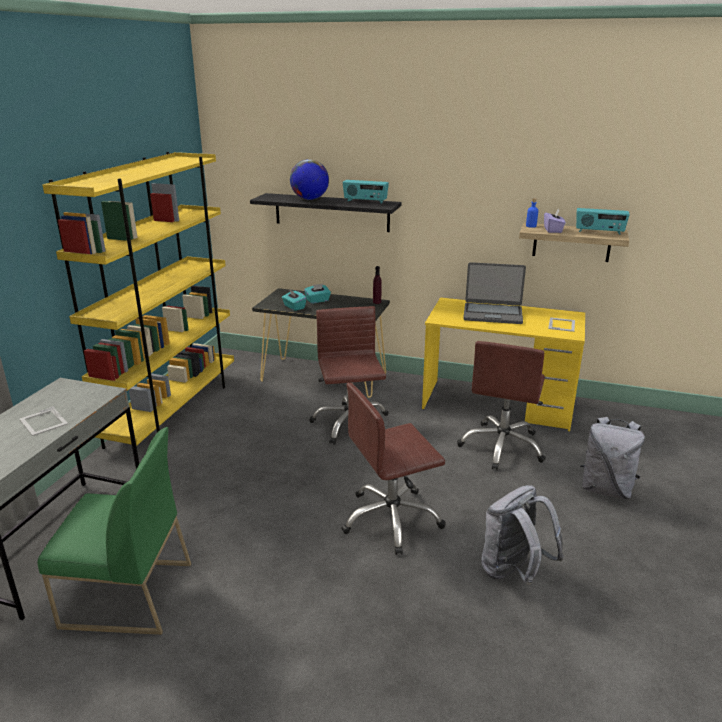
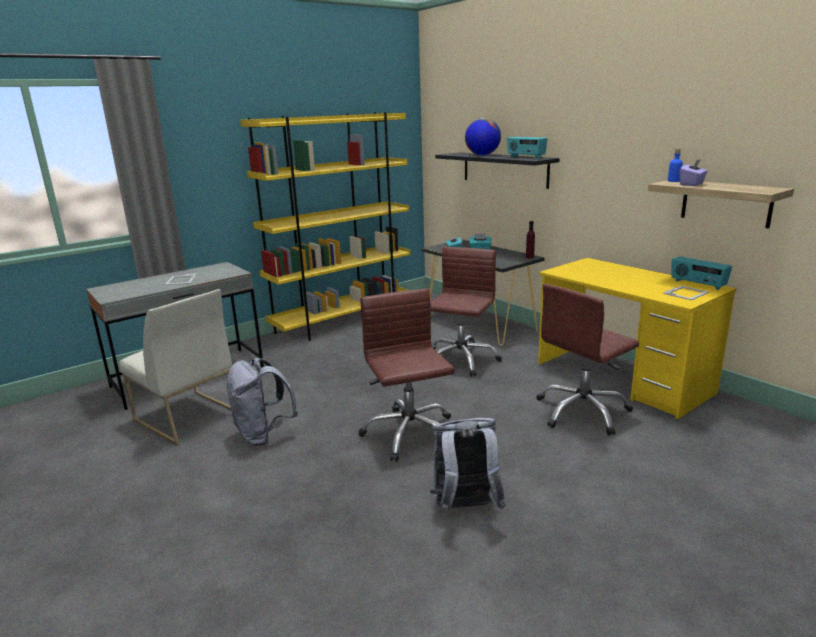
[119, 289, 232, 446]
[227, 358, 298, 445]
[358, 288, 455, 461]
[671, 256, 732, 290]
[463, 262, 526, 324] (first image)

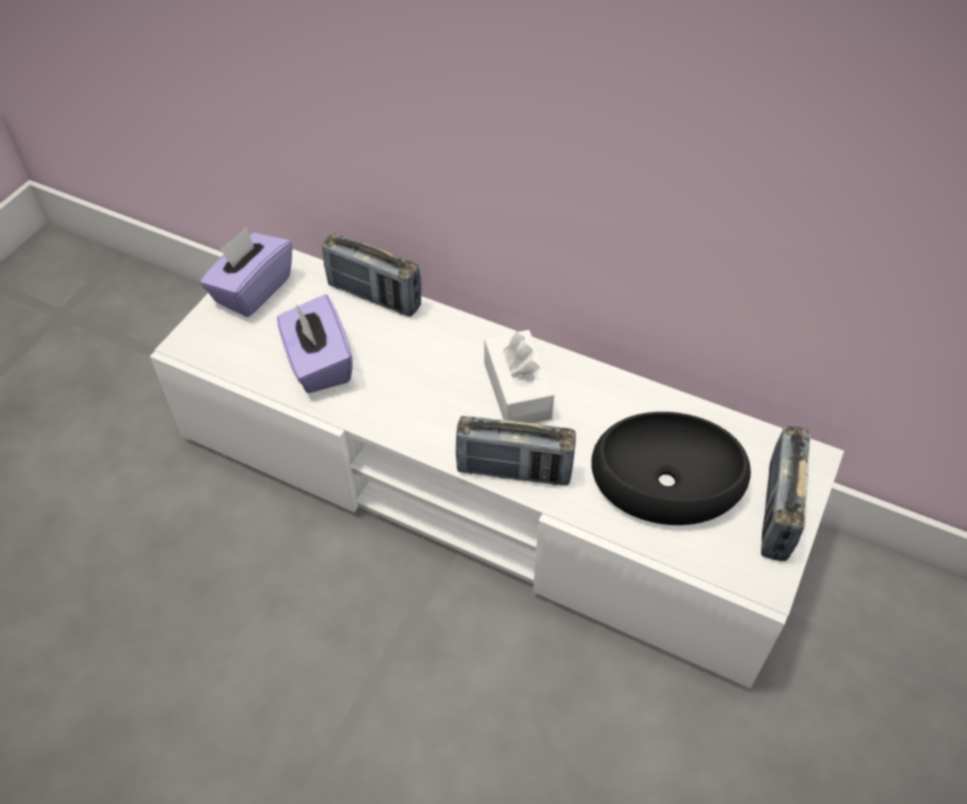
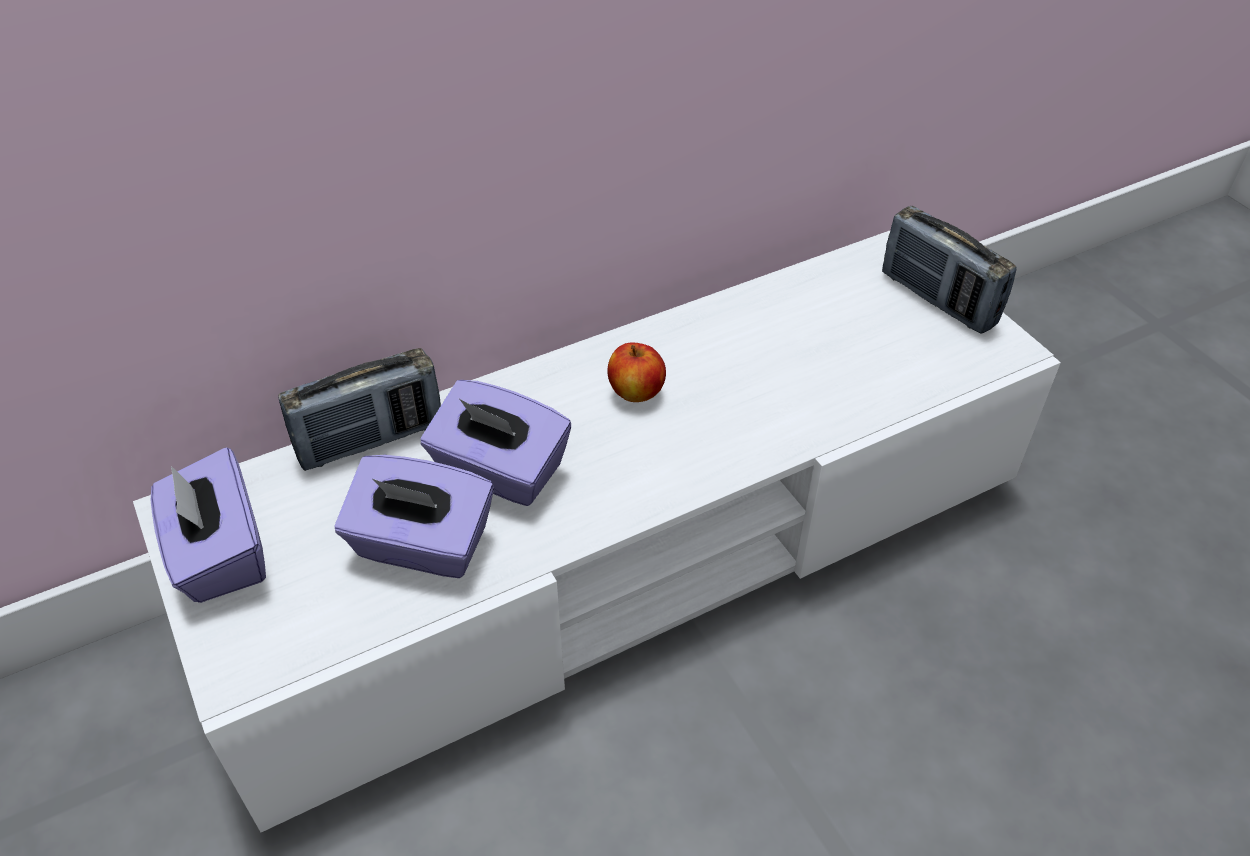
[421, 380, 571, 506]
[607, 342, 666, 402]
[456, 416, 576, 486] (first image)
[591, 412, 751, 525] (first image)

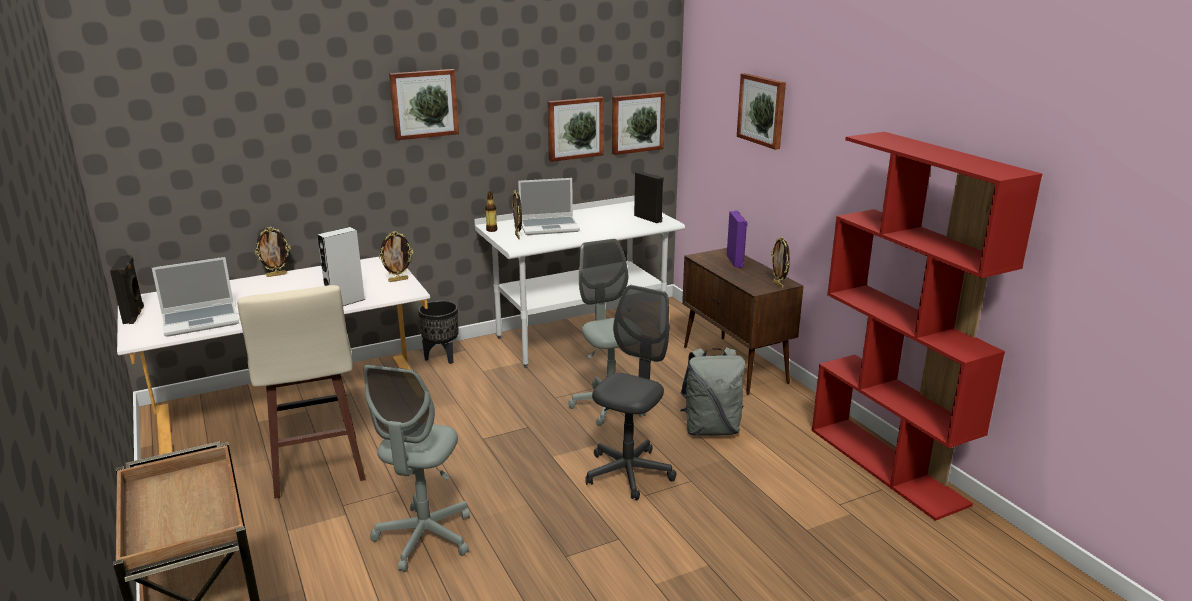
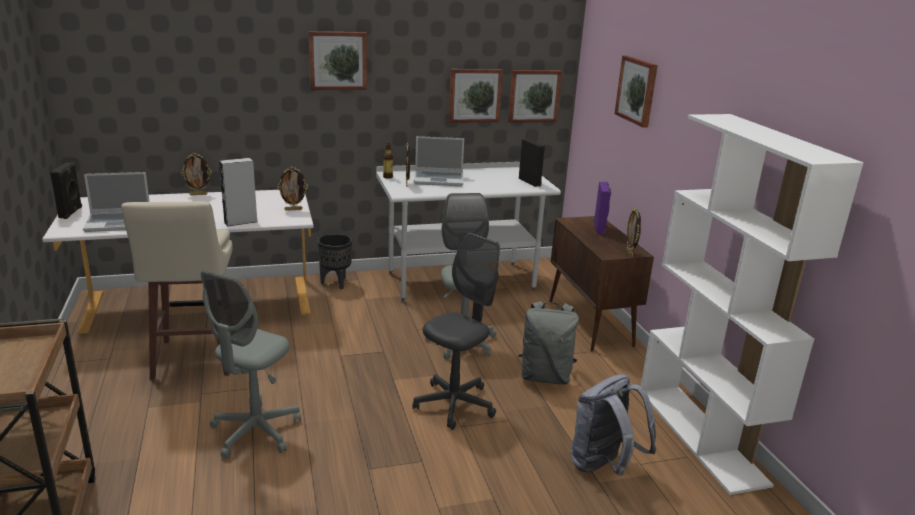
[570, 374, 656, 476]
[641, 114, 864, 495]

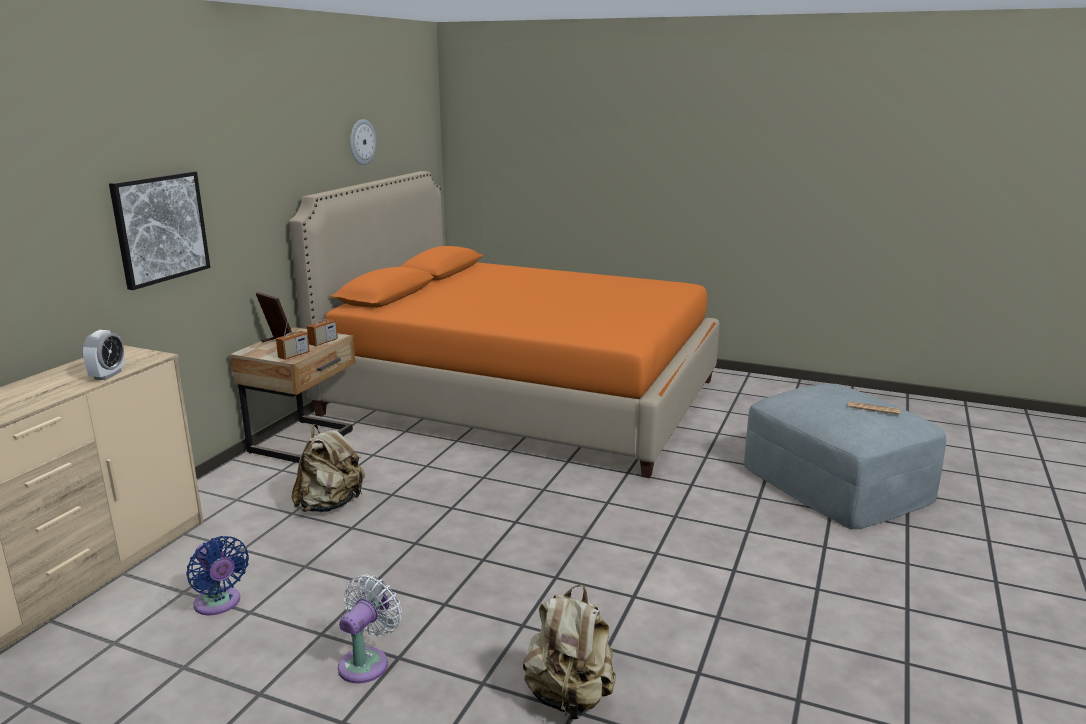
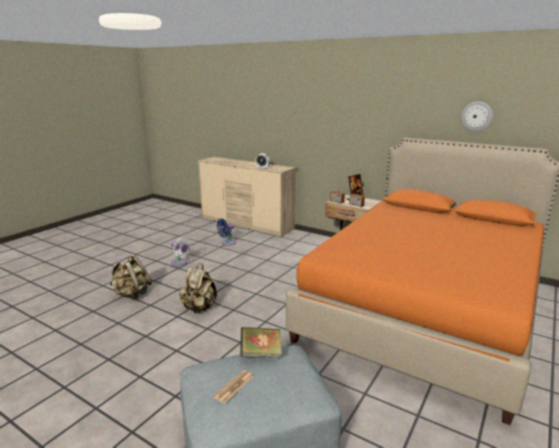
[179, 263, 217, 313]
[241, 327, 282, 358]
[109, 171, 210, 290] (first image)

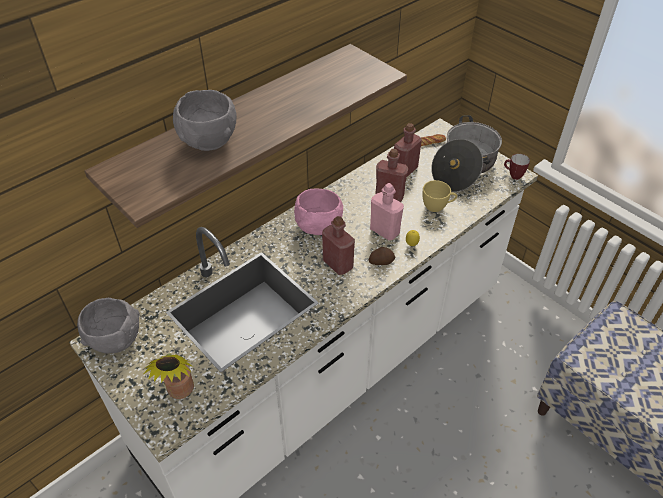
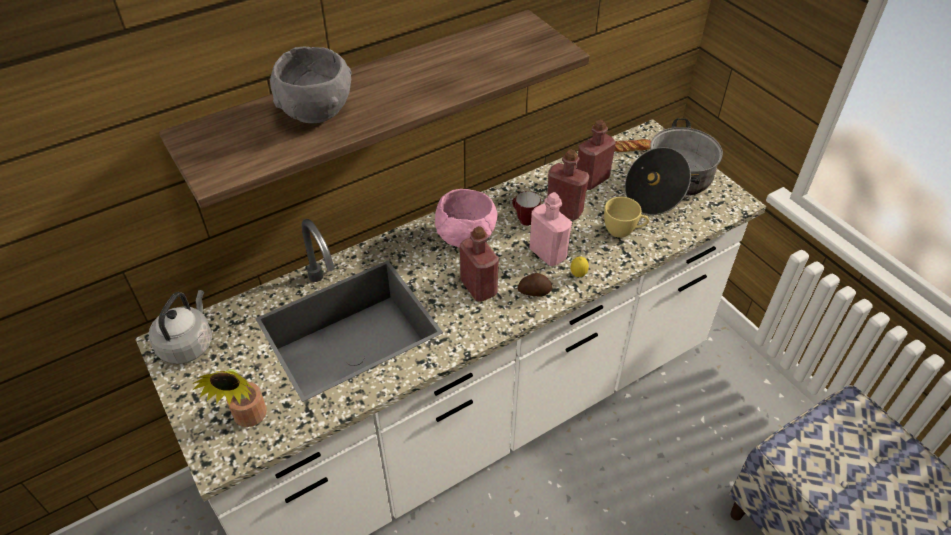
[149, 290, 212, 364]
[512, 191, 541, 226]

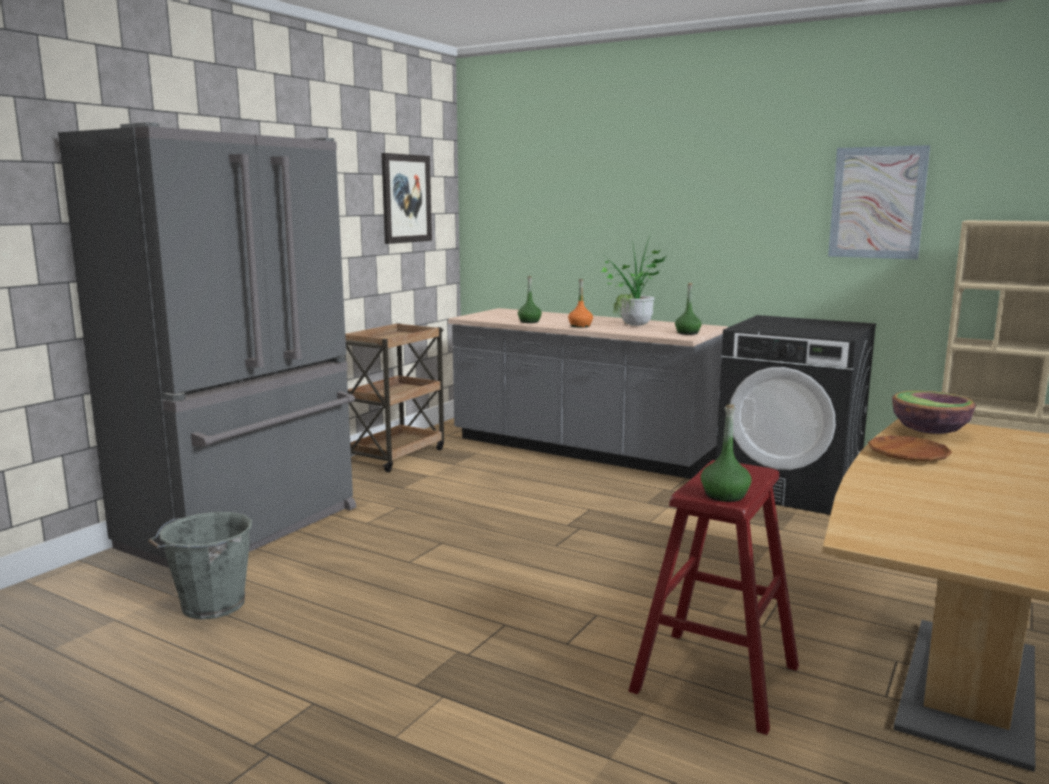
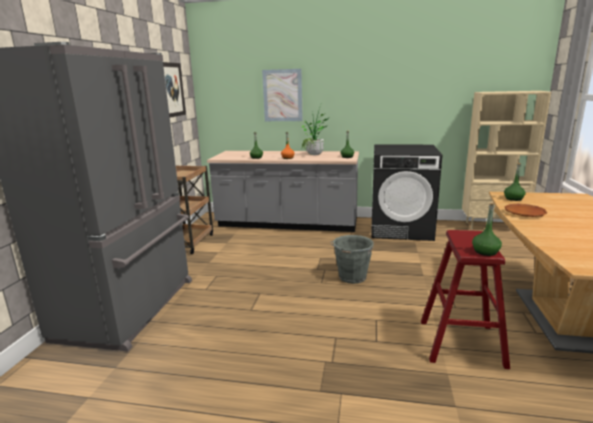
[262, 69, 303, 121]
[330, 235, 374, 284]
[504, 163, 526, 201]

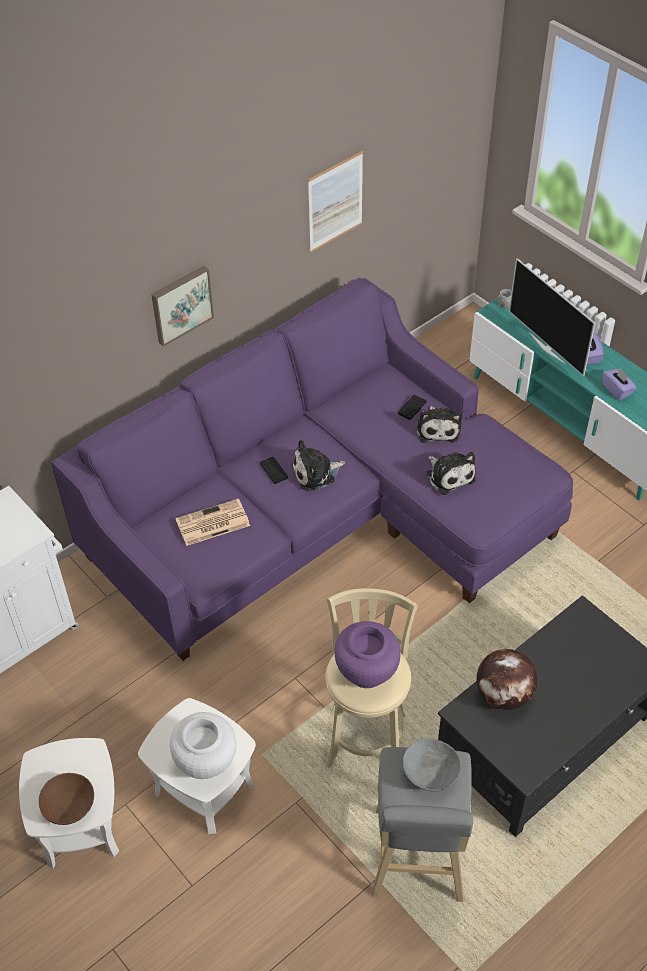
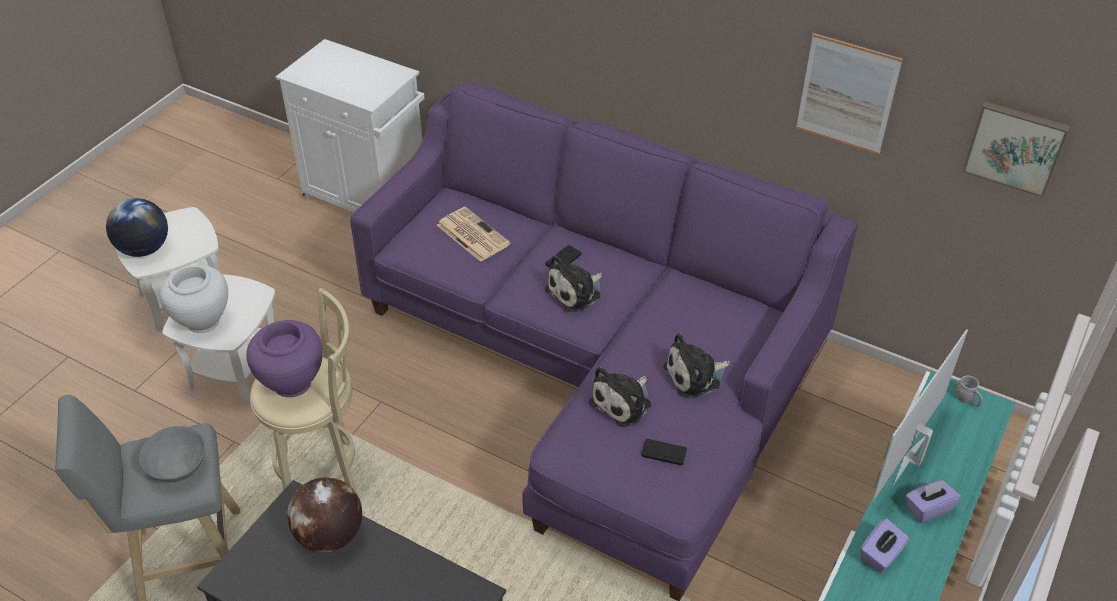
[106, 198, 168, 257]
[545, 255, 602, 312]
[641, 439, 687, 466]
[962, 101, 1070, 198]

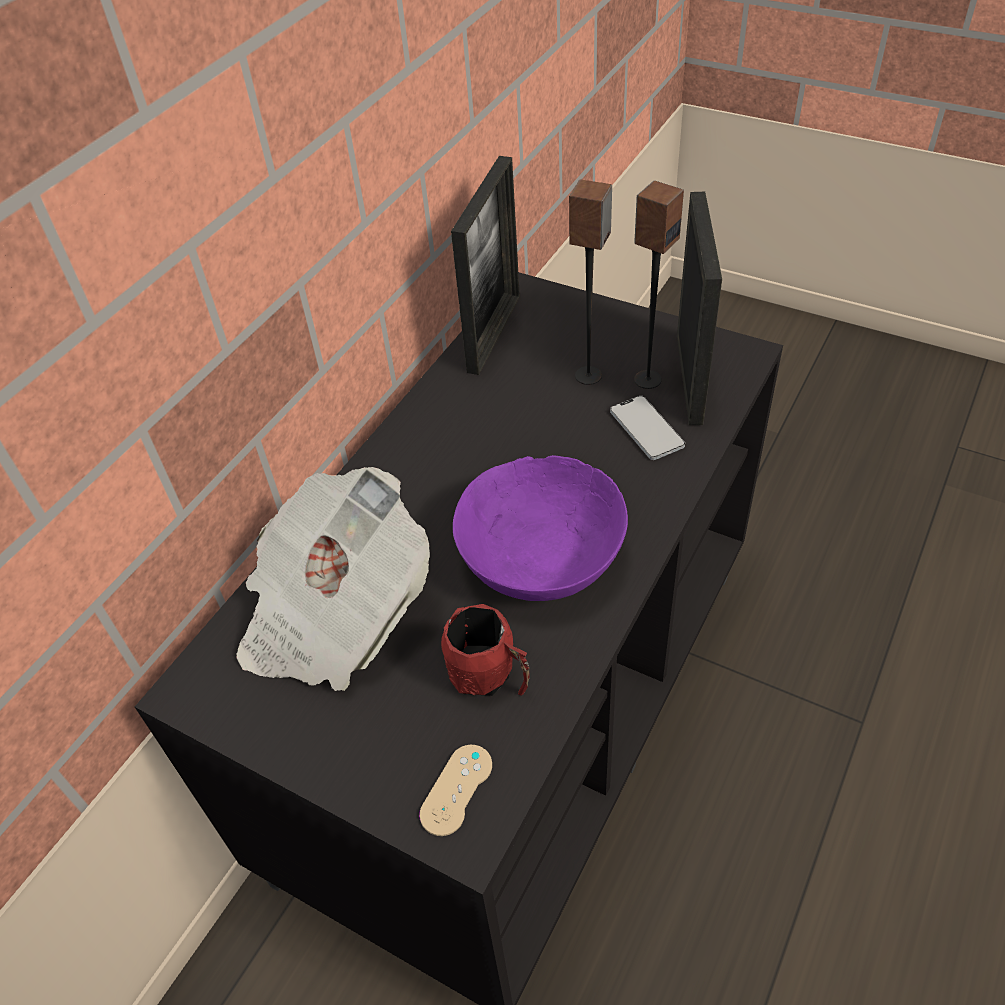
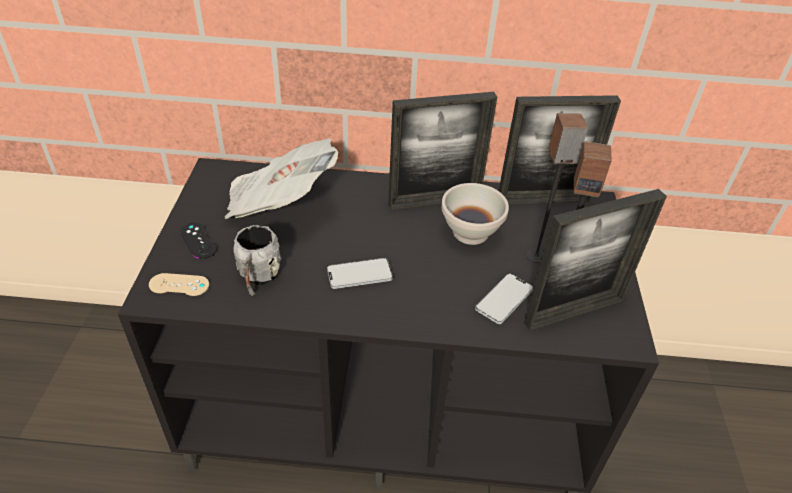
[180, 223, 217, 259]
[233, 225, 282, 296]
[327, 258, 393, 289]
[388, 92, 497, 210]
[441, 183, 509, 245]

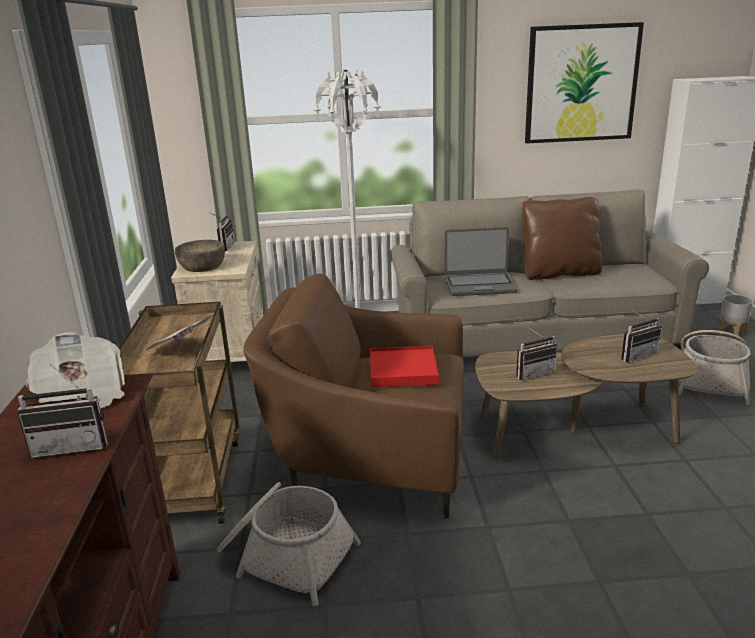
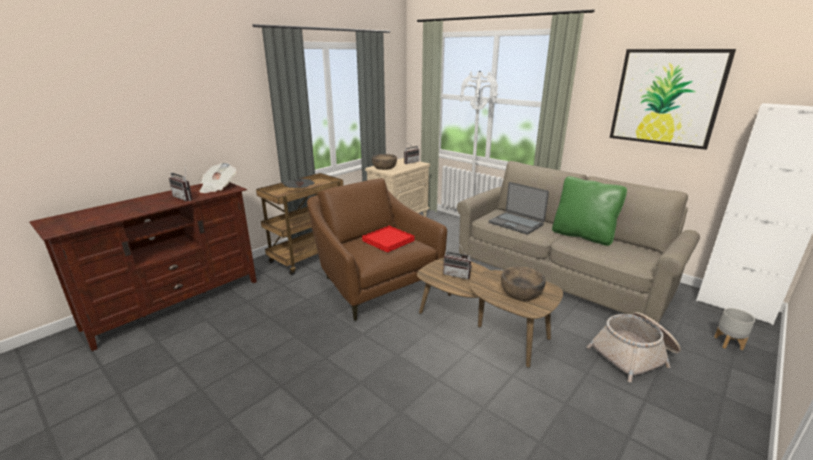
[501, 266, 546, 301]
[552, 176, 627, 246]
[217, 482, 361, 606] (first image)

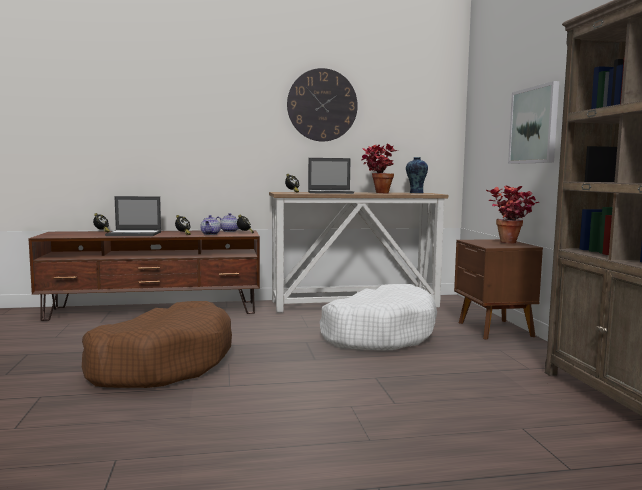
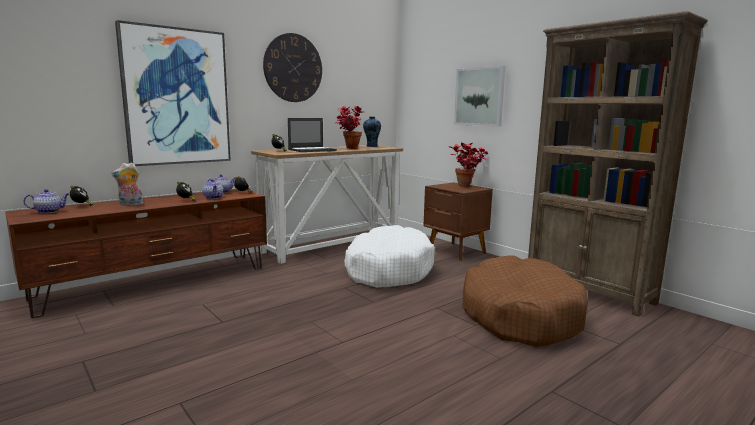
[23, 189, 69, 213]
[112, 162, 144, 206]
[115, 20, 231, 166]
[462, 256, 588, 347]

